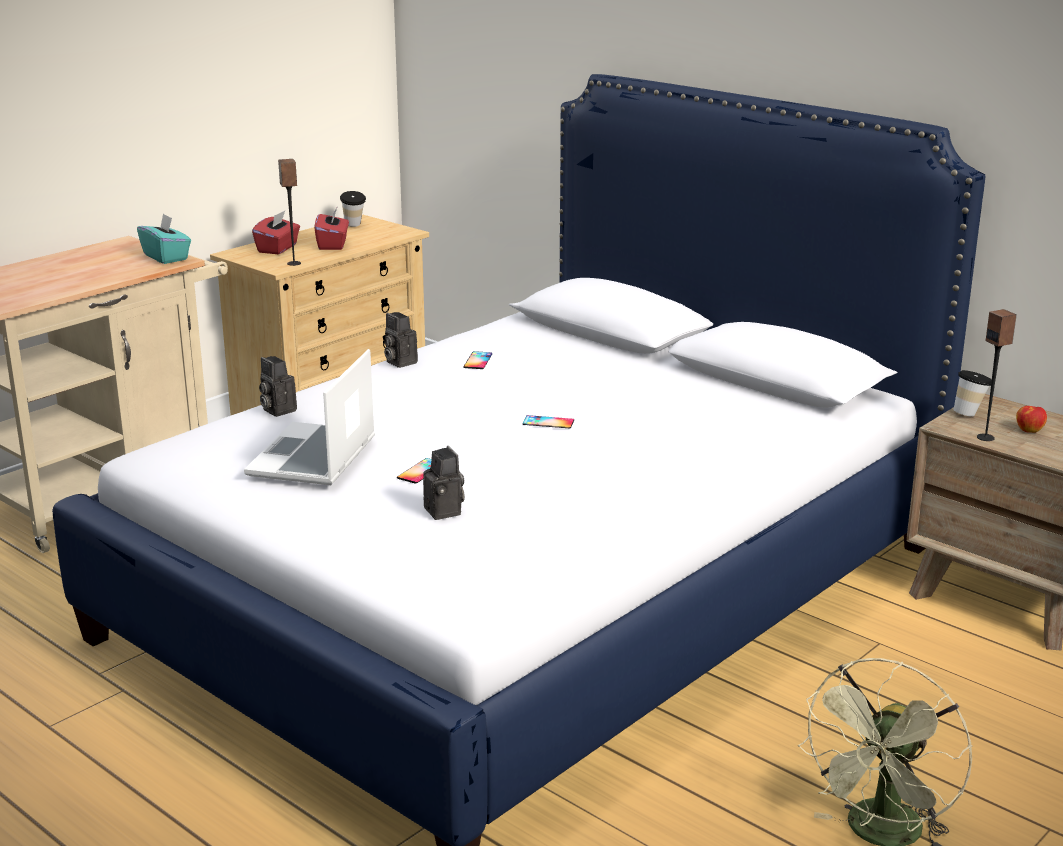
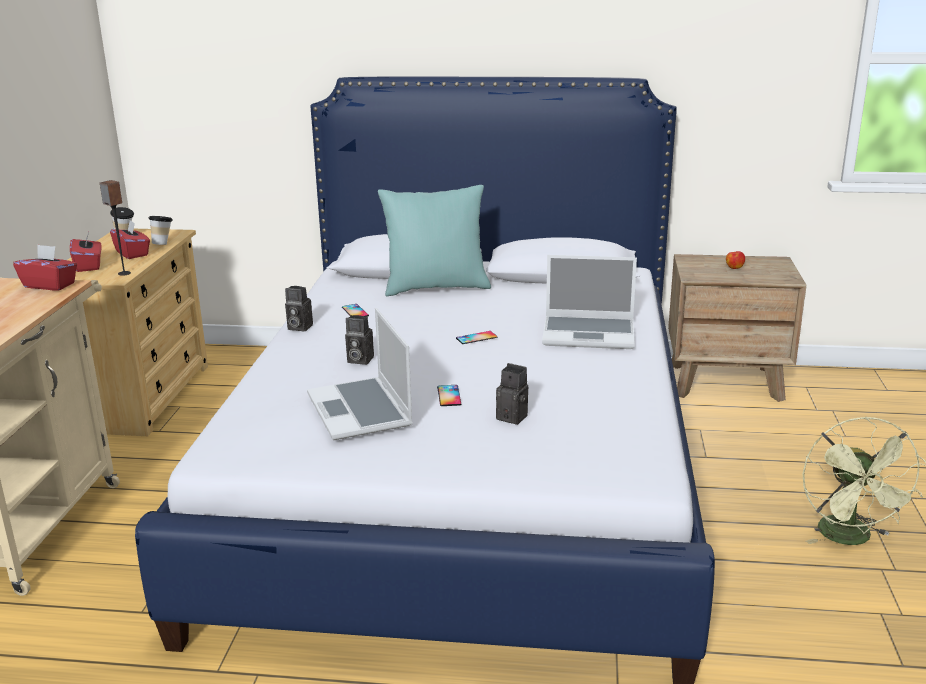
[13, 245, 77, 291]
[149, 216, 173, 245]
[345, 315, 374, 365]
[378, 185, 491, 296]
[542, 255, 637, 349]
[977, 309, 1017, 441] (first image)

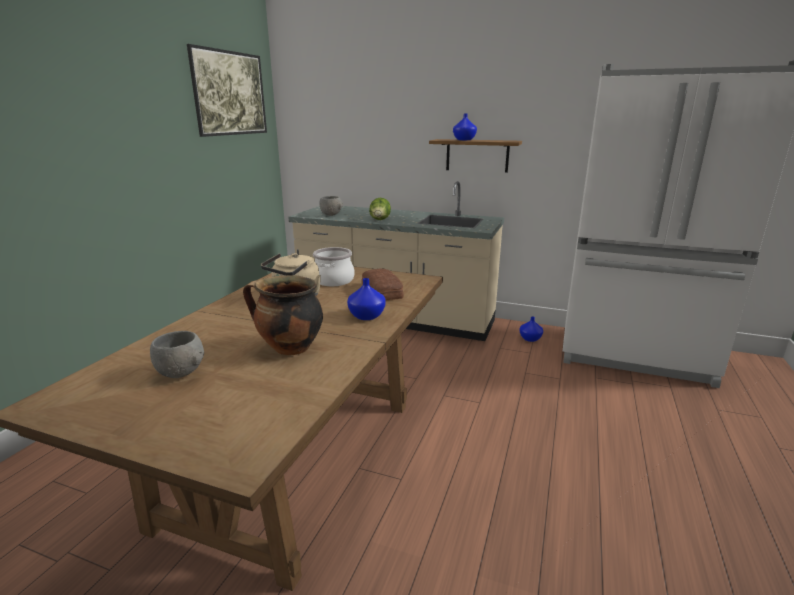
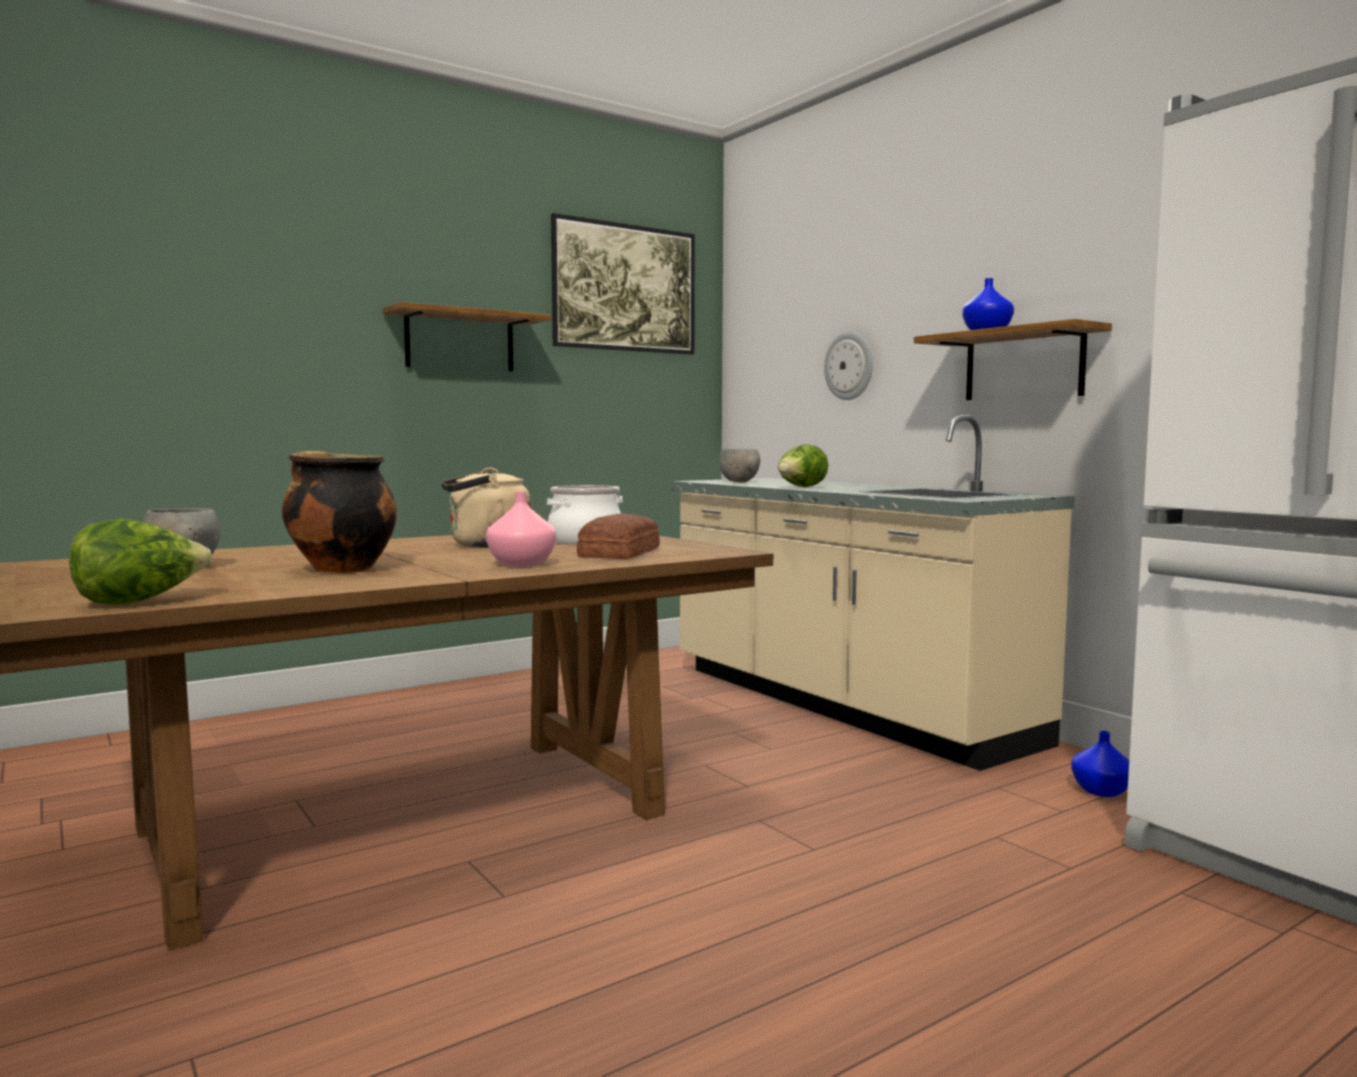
[69, 519, 212, 605]
[383, 302, 551, 371]
[486, 492, 556, 567]
[824, 332, 873, 400]

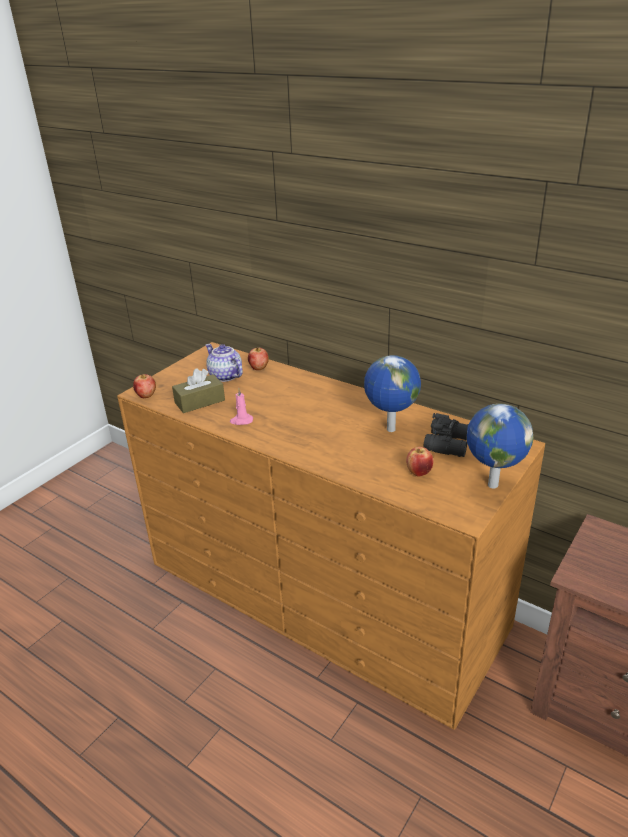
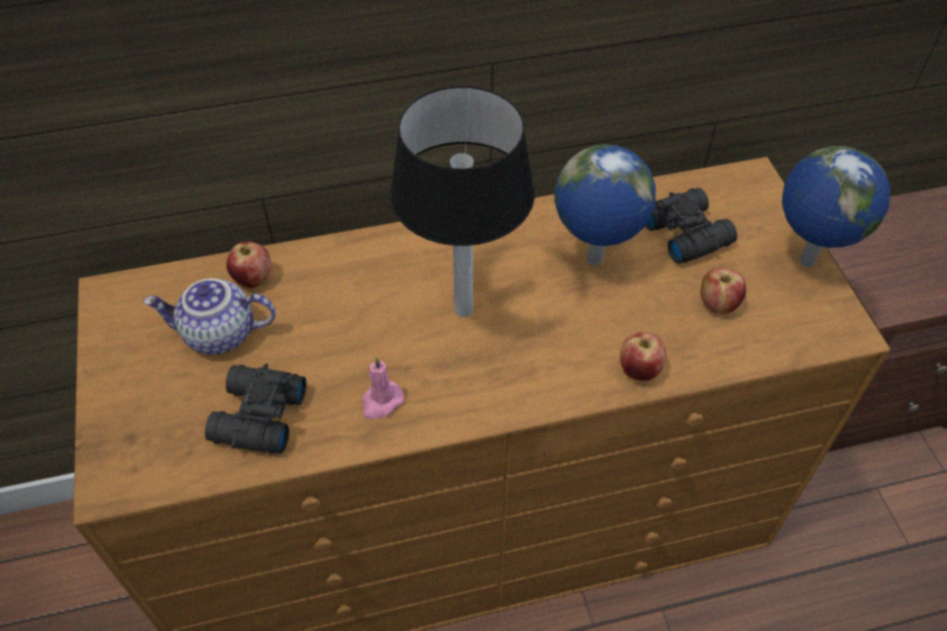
[205, 364, 307, 454]
[390, 86, 535, 317]
[620, 332, 666, 381]

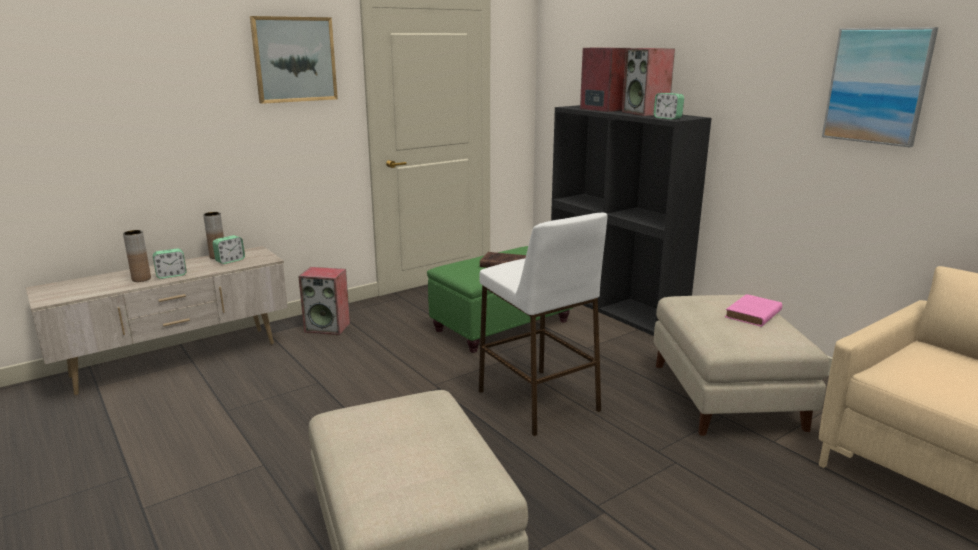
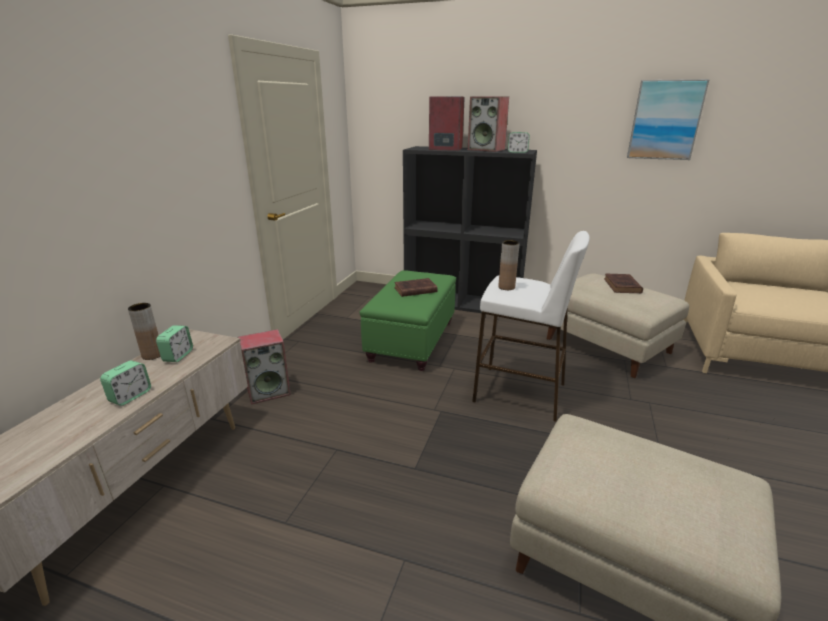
[498, 240, 520, 290]
[604, 274, 643, 293]
[250, 16, 338, 104] (first image)

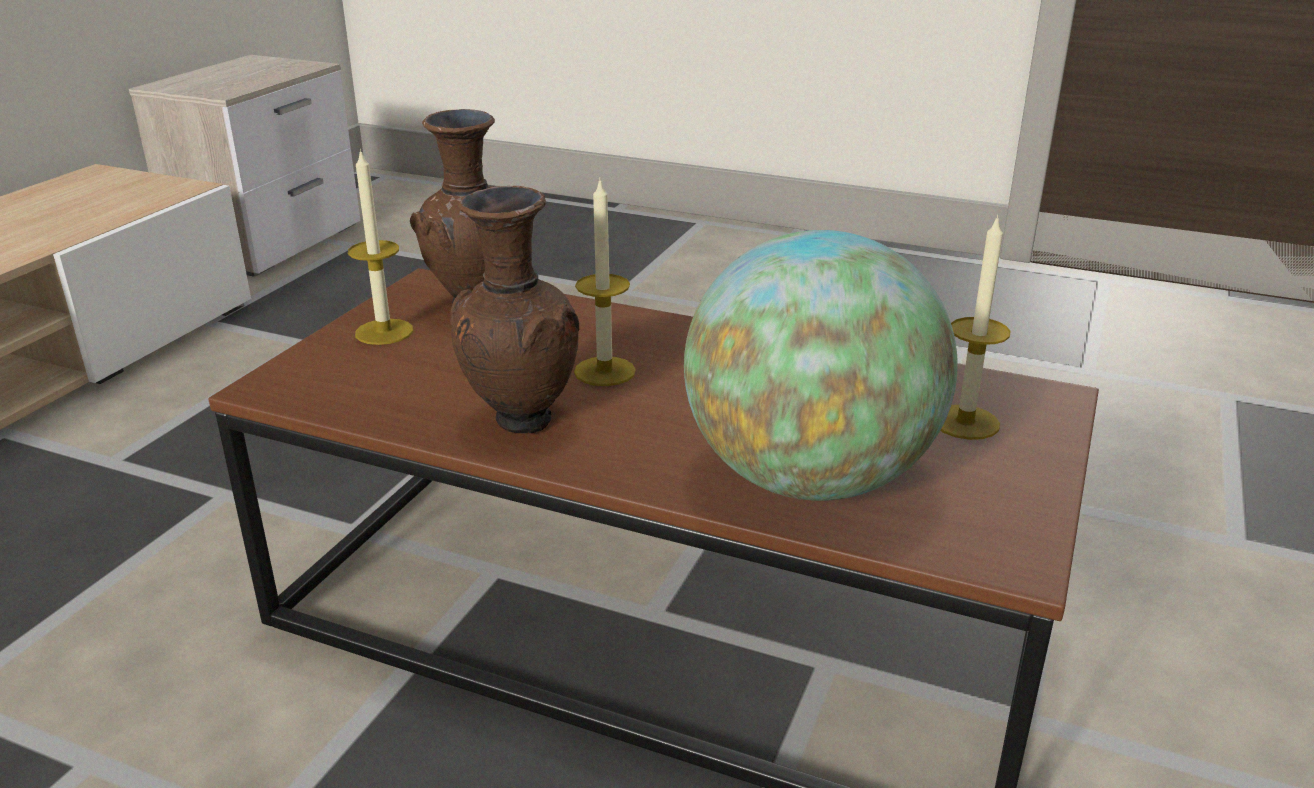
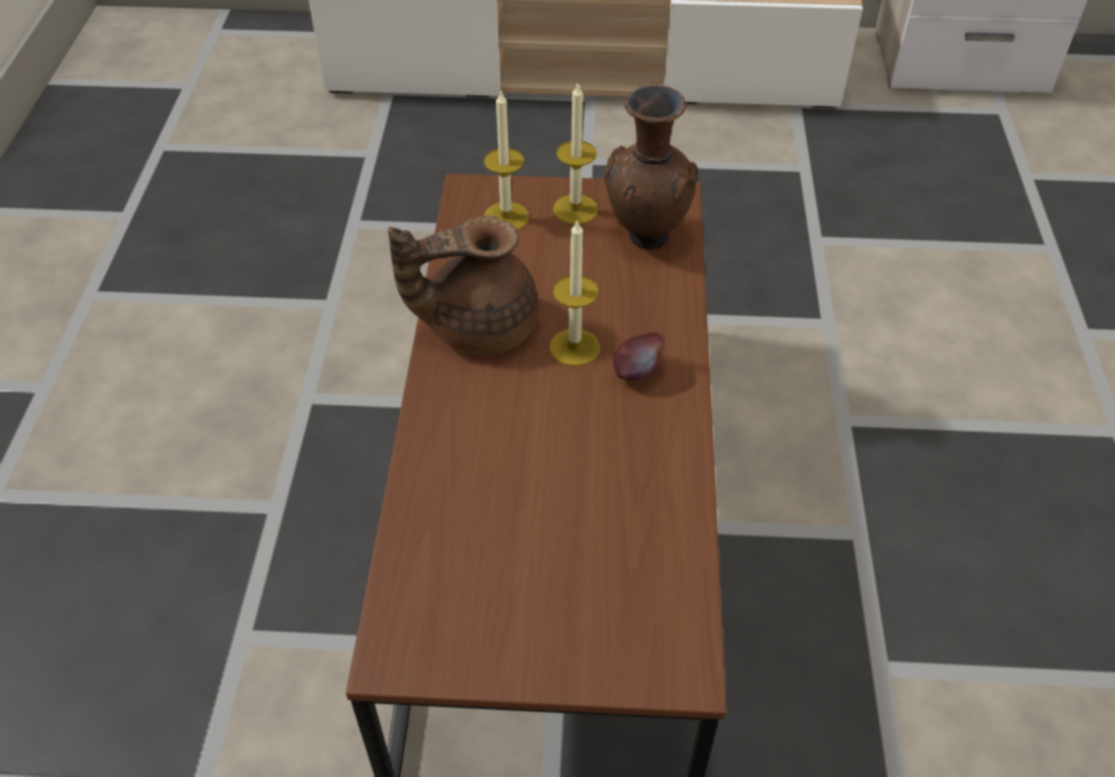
[388, 216, 539, 355]
[484, 91, 529, 230]
[613, 332, 665, 380]
[684, 230, 958, 501] (first image)

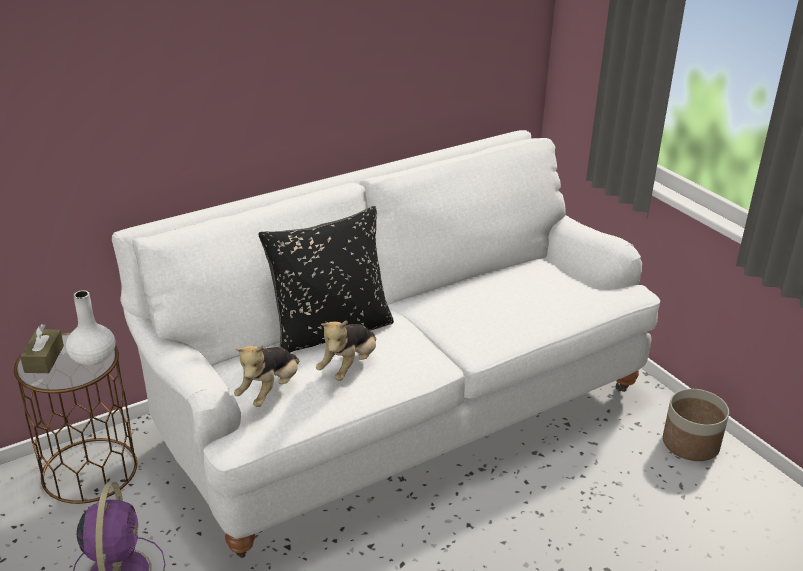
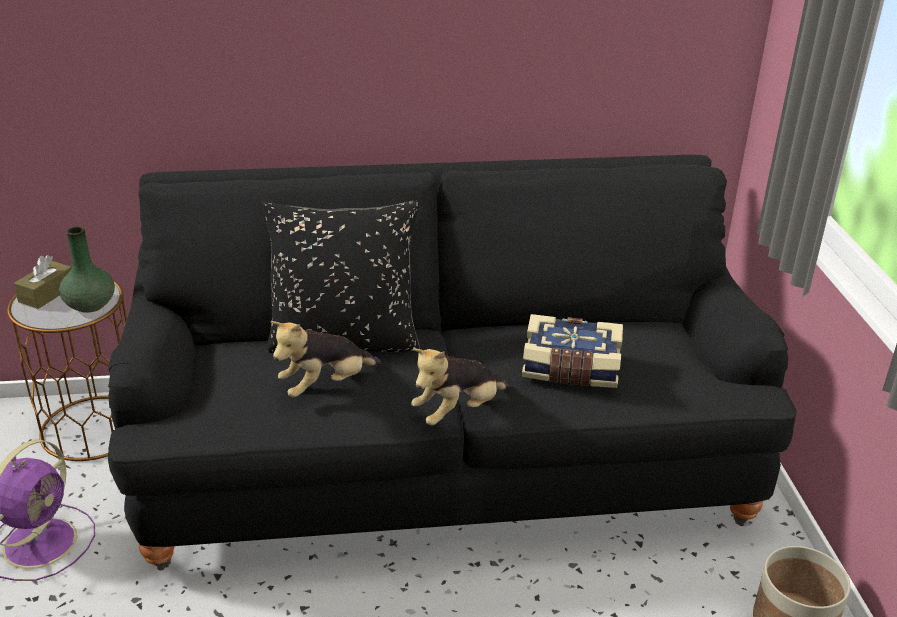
[59, 227, 115, 313]
[108, 155, 797, 571]
[411, 348, 509, 426]
[522, 314, 623, 388]

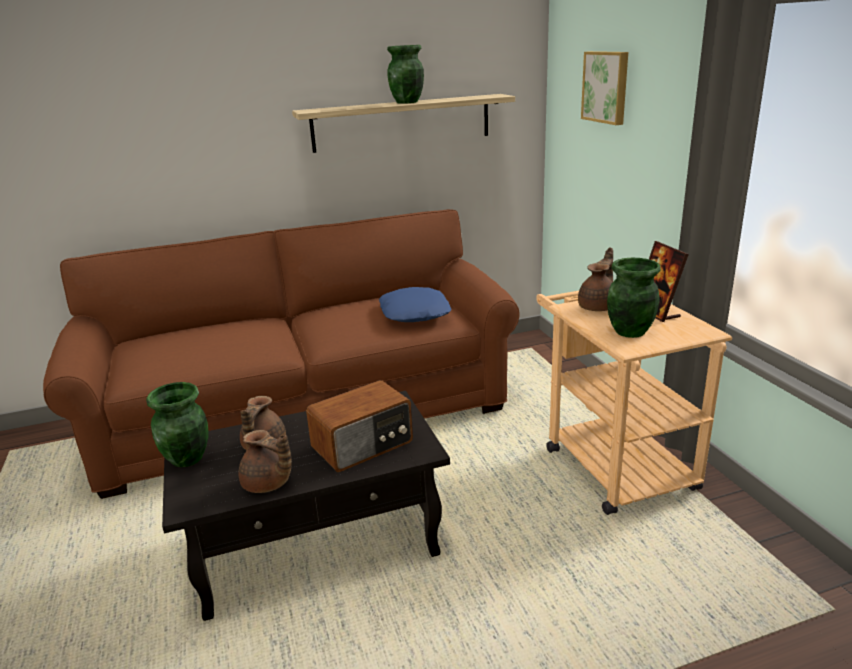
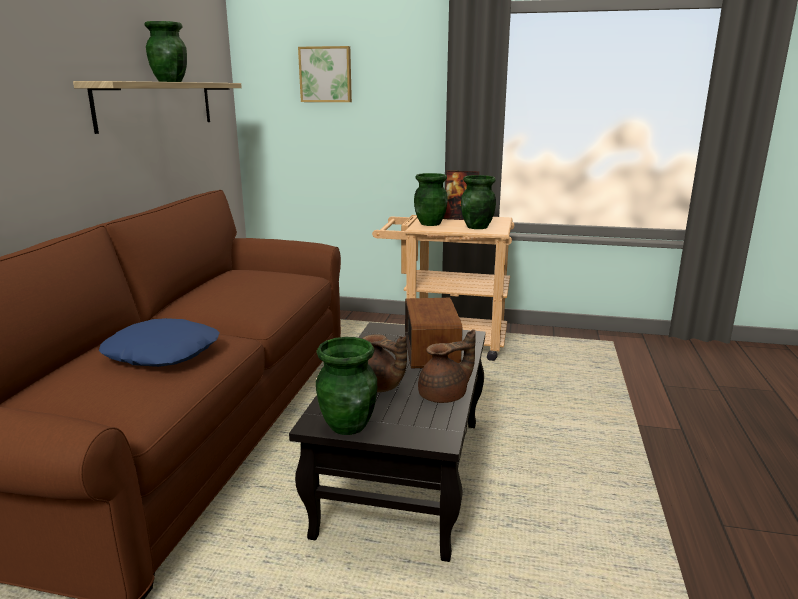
[99, 318, 219, 367]
[414, 173, 448, 226]

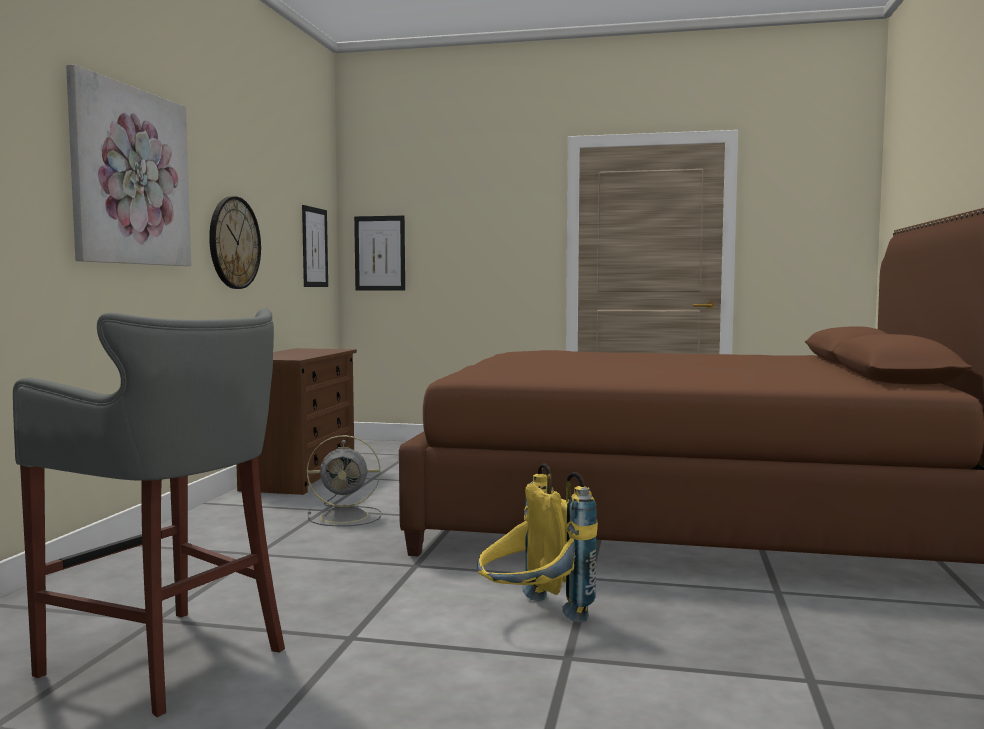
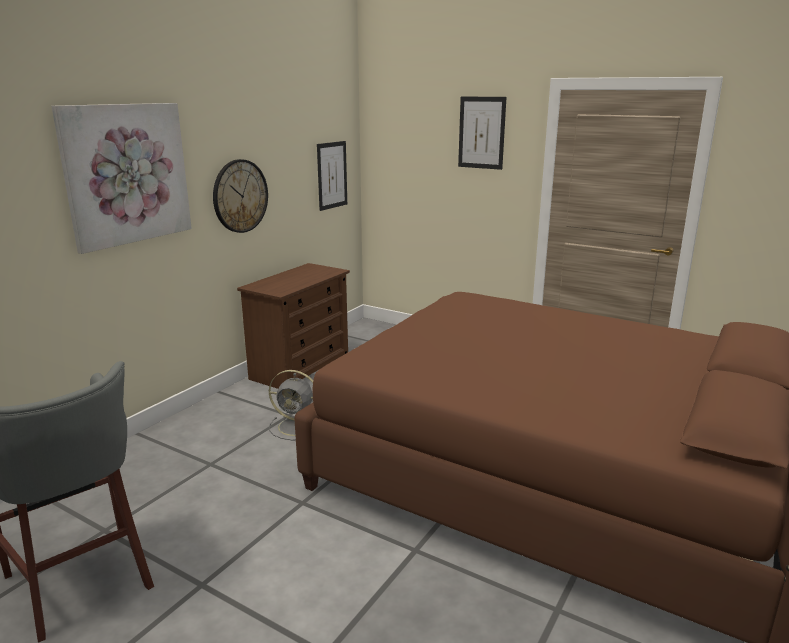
[458, 97, 507, 170]
[477, 463, 598, 622] (first image)

